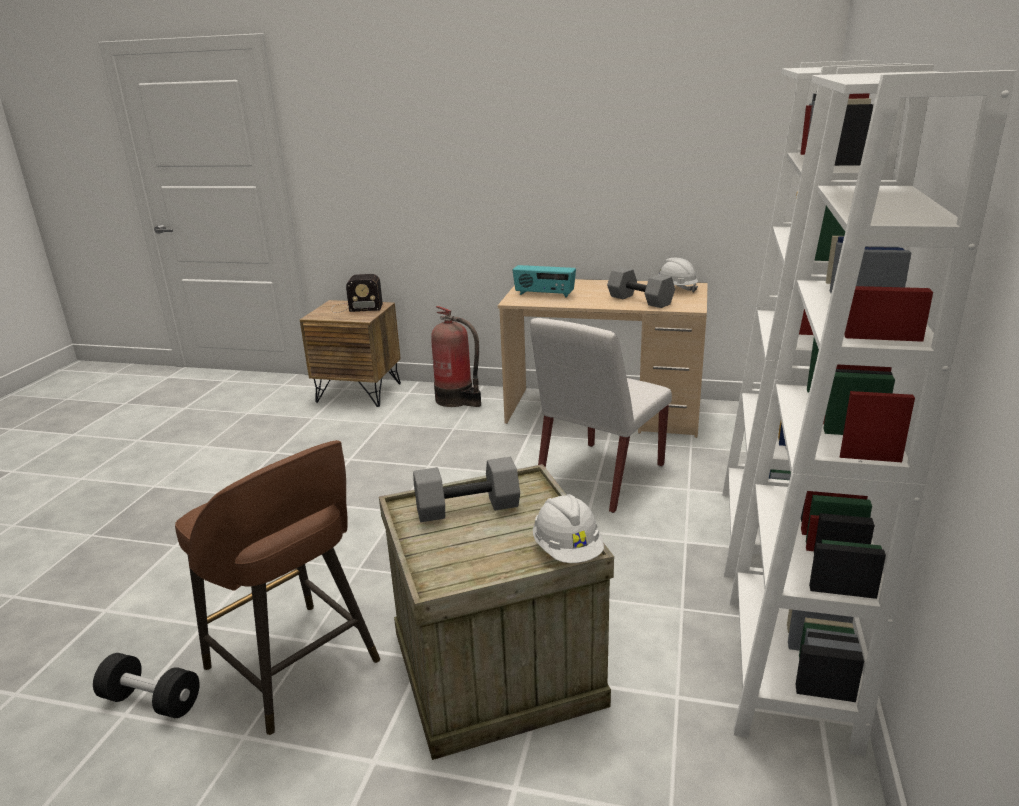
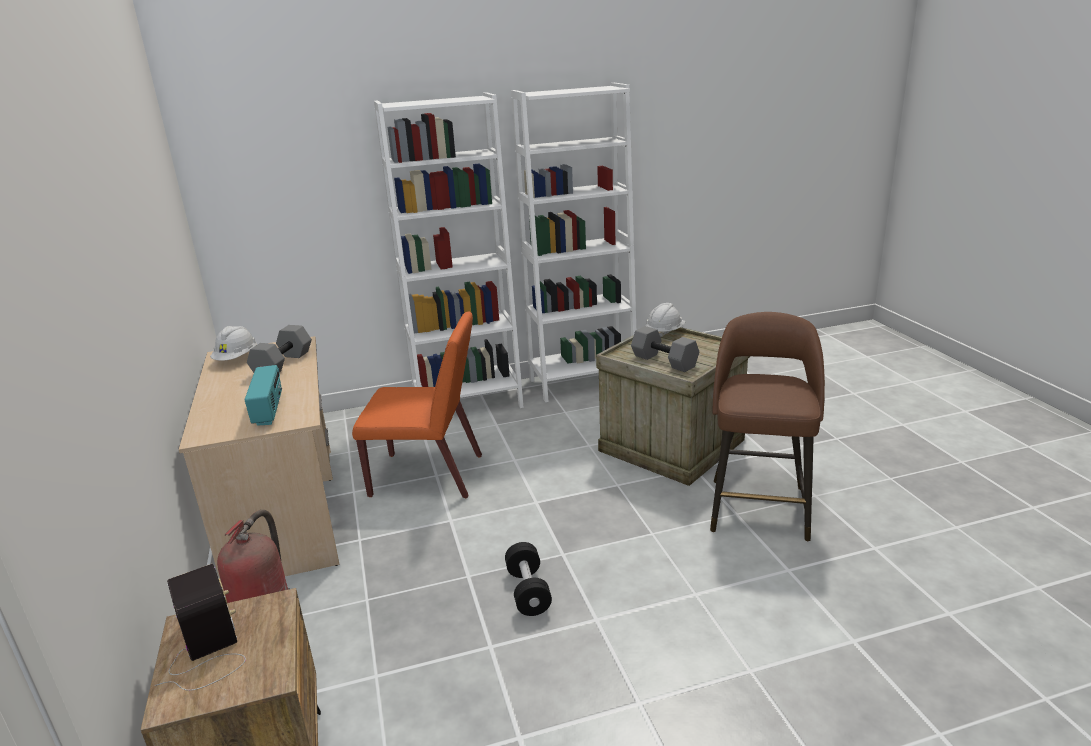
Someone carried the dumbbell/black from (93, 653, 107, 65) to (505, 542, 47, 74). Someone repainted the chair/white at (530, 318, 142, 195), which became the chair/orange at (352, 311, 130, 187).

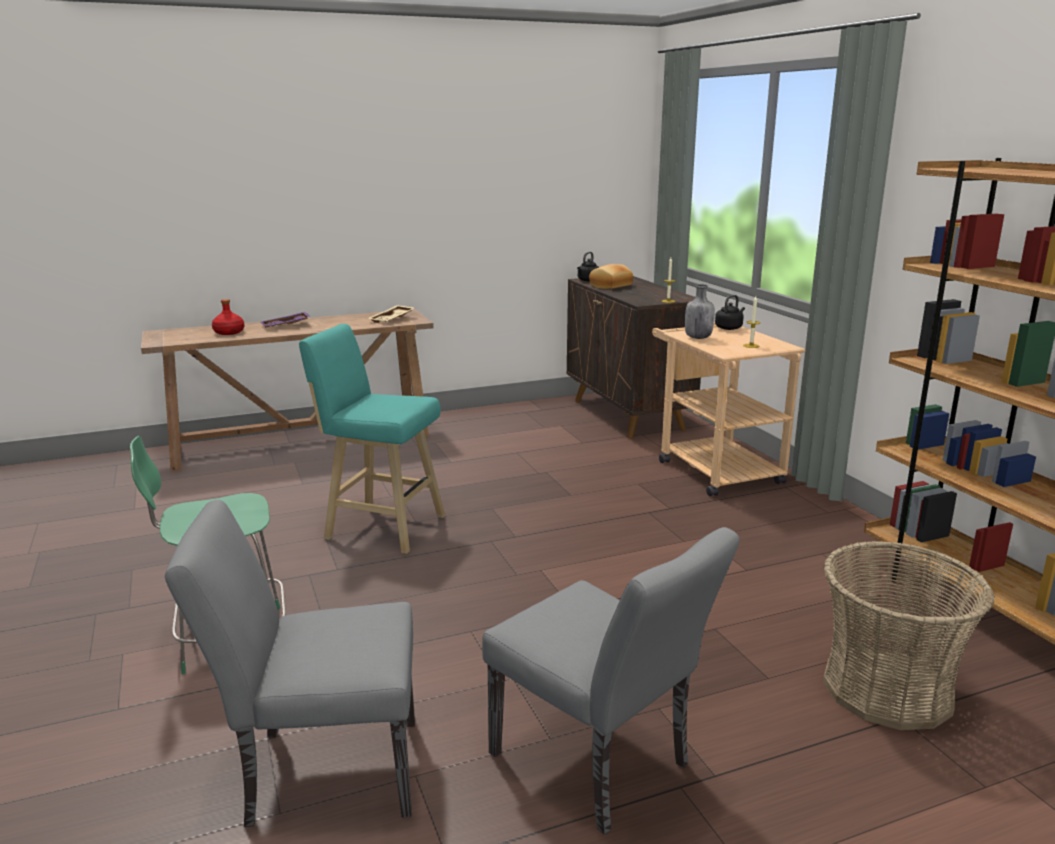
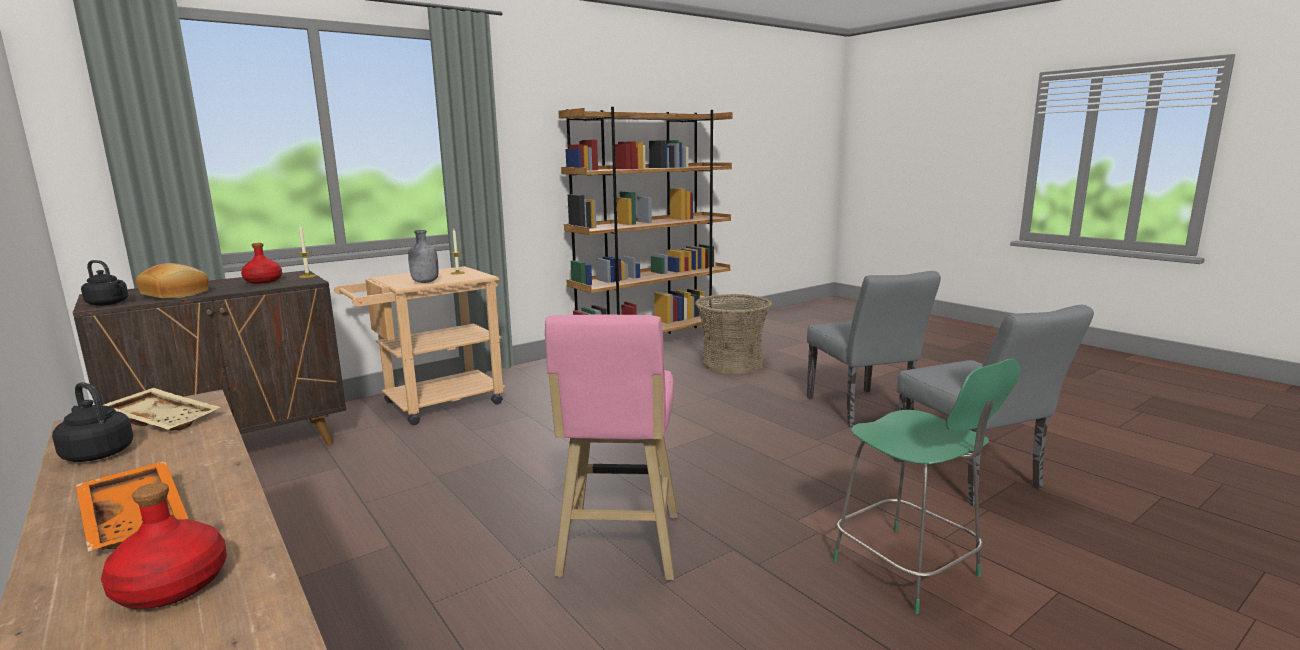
Someone put down the bottle/red at (241, 243, 41, 41). Someone carried the kettle/black from (715, 295, 30, 35) to (52, 382, 81, 80). Someone repainted the tray/purple at (261, 312, 49, 15), which became the tray/orange at (76, 461, 112, 91). Someone repainted the stool/turquoise at (299, 324, 146, 230), which became the stool/pink at (545, 314, 133, 266). Someone rotated the chair/grey at (482, 527, 257, 308) by 135 degrees clockwise.

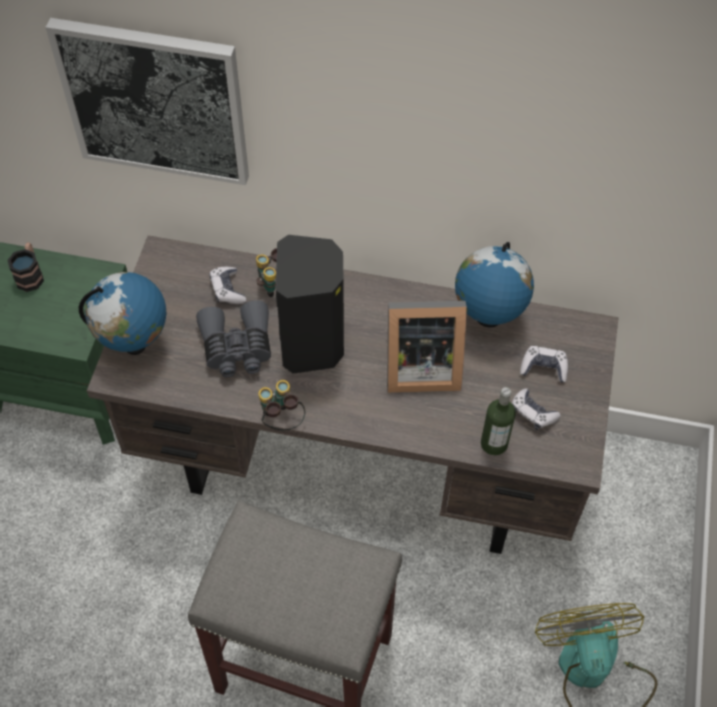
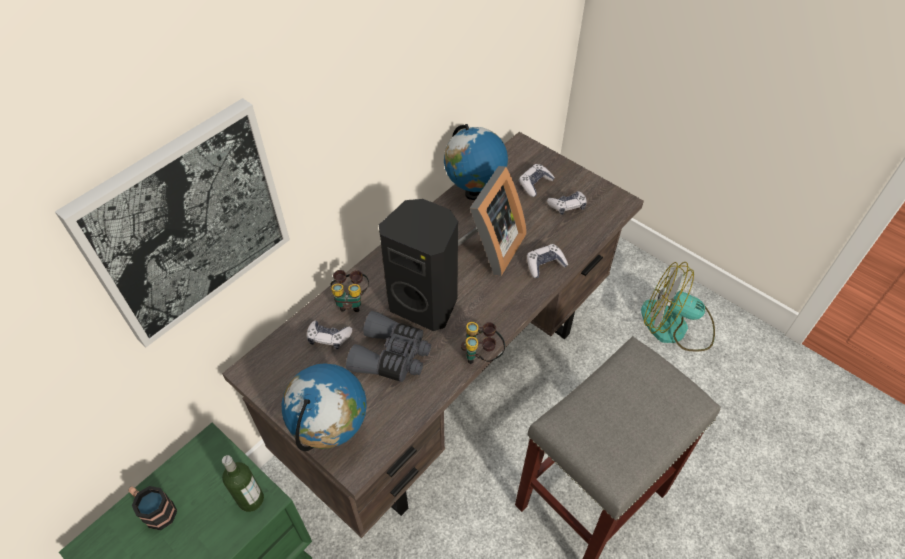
Someone put down the game controller at (527, 244, 41, 34). Someone carried the bottle from (481, 387, 35, 68) to (222, 455, 42, 57).

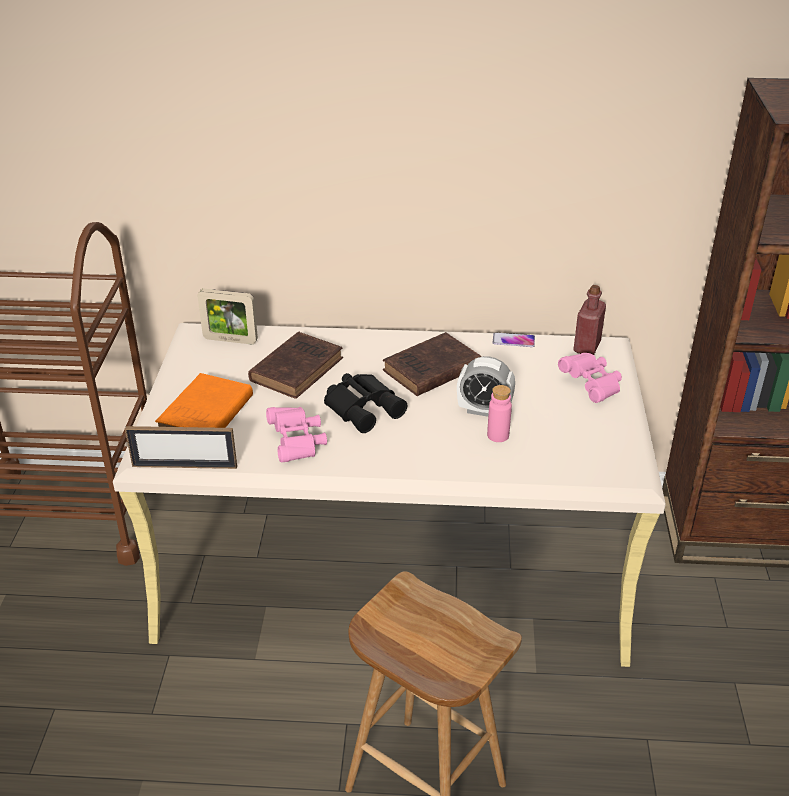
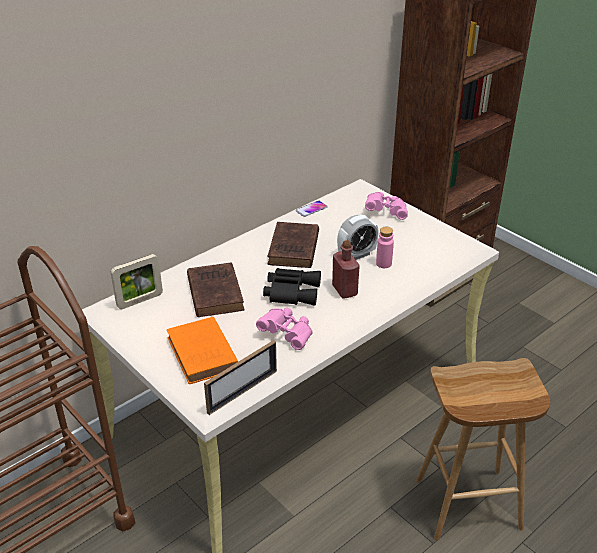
Someone carried the bottle/red from (573, 285, 33, 70) to (332, 240, 28, 59).

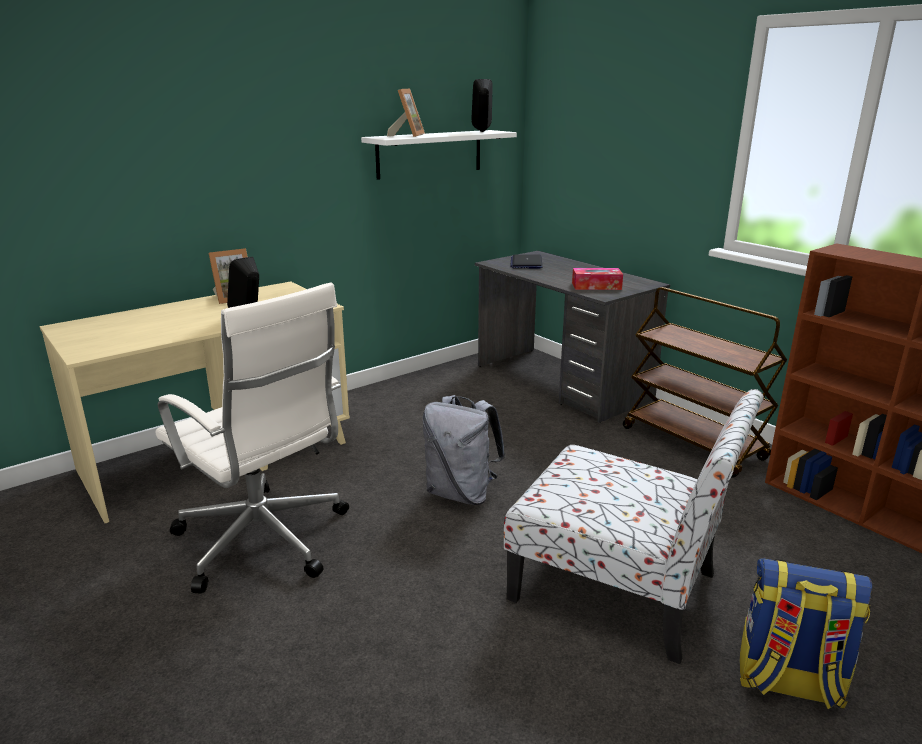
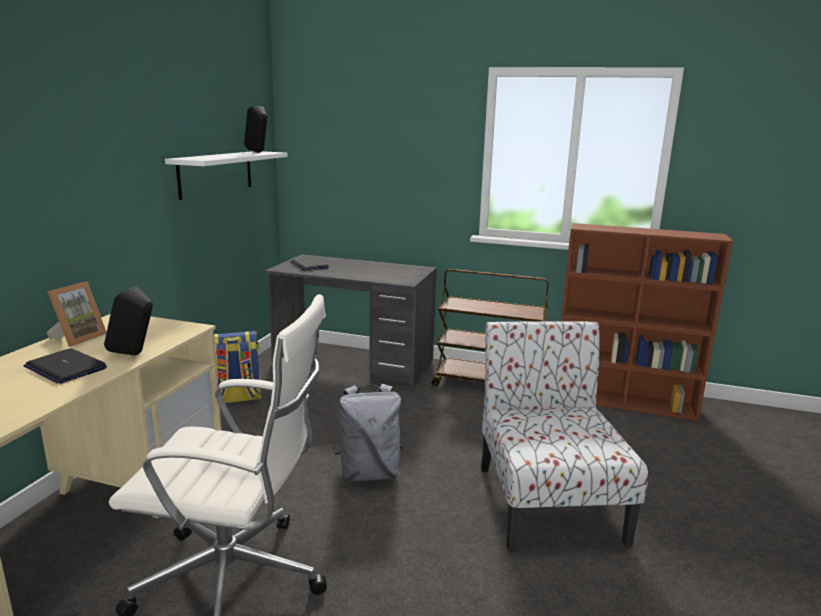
Someone took away the picture frame at (387, 89, 38, 48). Someone took away the tissue box at (572, 268, 51, 22). Someone put down the laptop at (23, 348, 84, 36). Someone carried the backpack from (740, 558, 132, 151) to (214, 331, 48, 72). Someone rotated the chair at (504, 389, 260, 275) by 90 degrees counterclockwise.

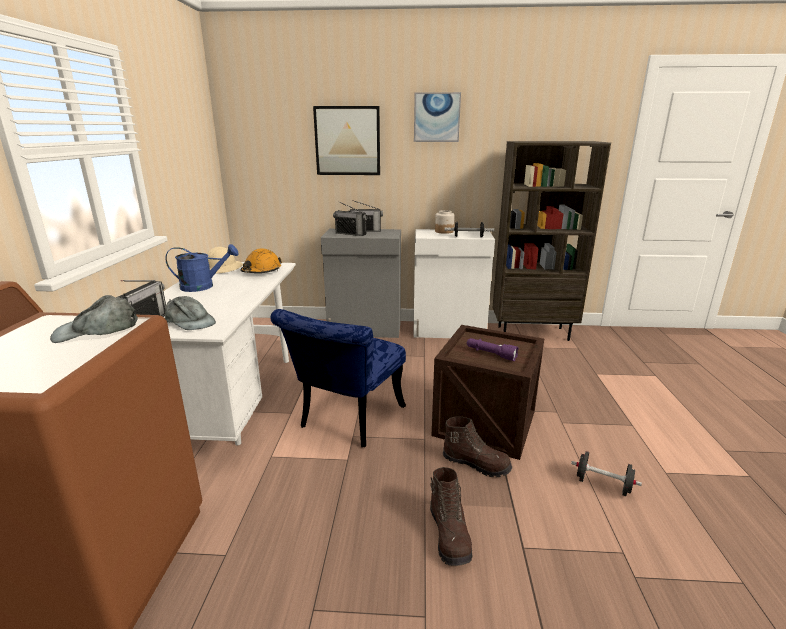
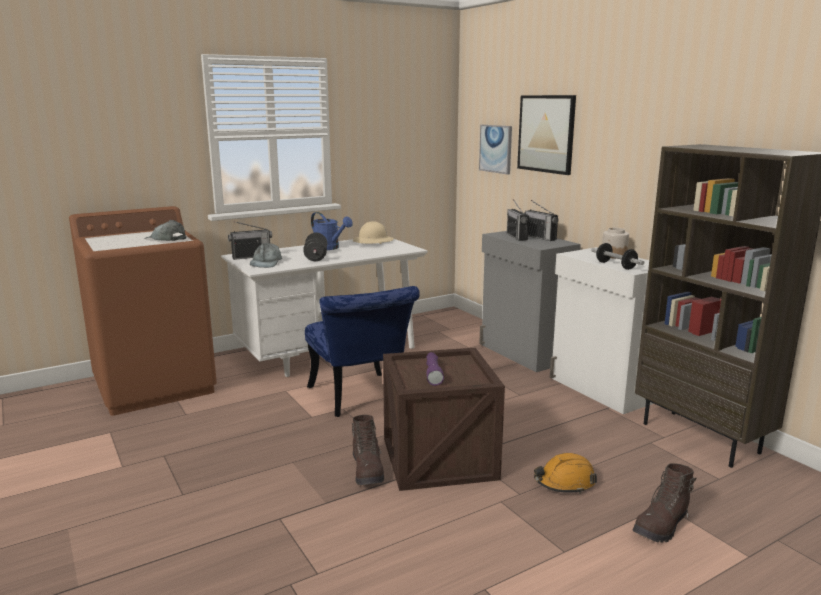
Someone carried the hard hat/orange from (240, 248, 42, 25) to (534, 453, 63, 41). Someone carried the picture from (414, 92, 47, 50) to (479, 125, 33, 50). Someone carried the boot/brown from (430, 467, 42, 99) to (633, 463, 63, 80). Someone carried the dumbbell/black from (571, 451, 71, 45) to (303, 233, 24, 28). Someone rotated the chair/blue at (270, 309, 136, 138) by 105 degrees counterclockwise.

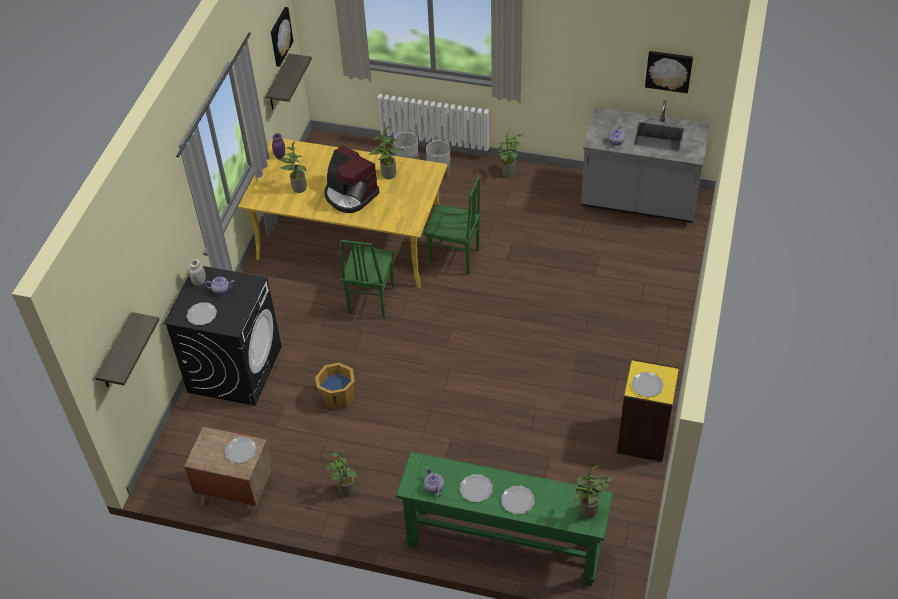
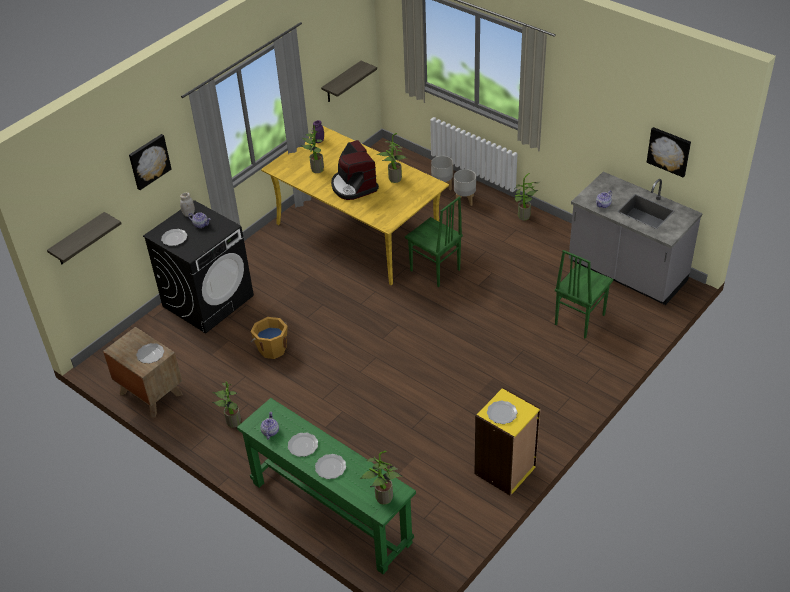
Someone carried the picture from (271, 7, 23, 60) to (129, 134, 43, 56). Someone carried the chair/green from (341, 240, 54, 79) to (555, 250, 58, 89).

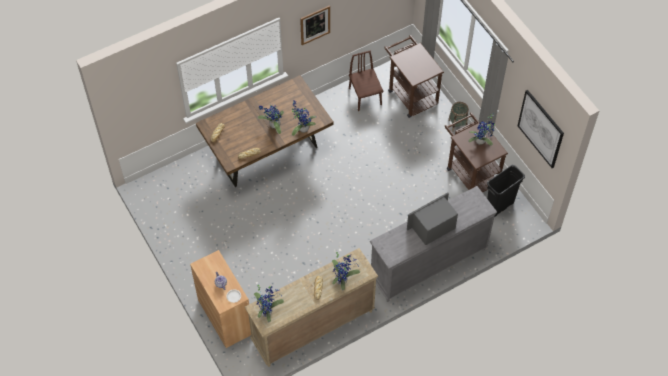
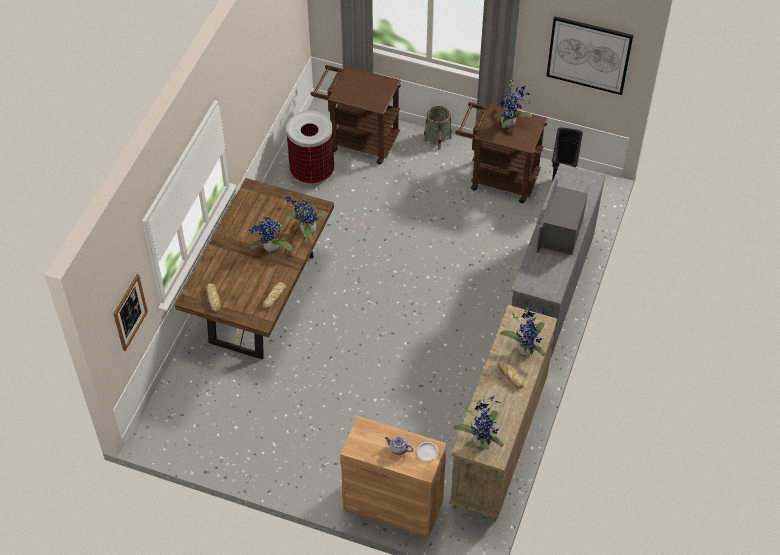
Someone carried the picture from (300, 5, 30, 40) to (113, 274, 35, 77). Someone swapped the chair/brown at (349, 51, 34, 60) for the trash can at (286, 110, 48, 76).

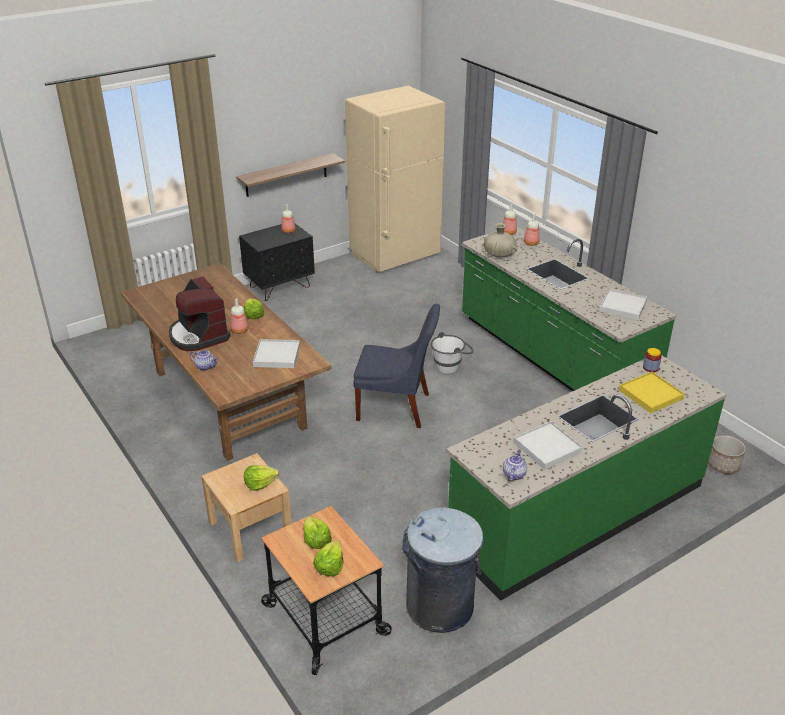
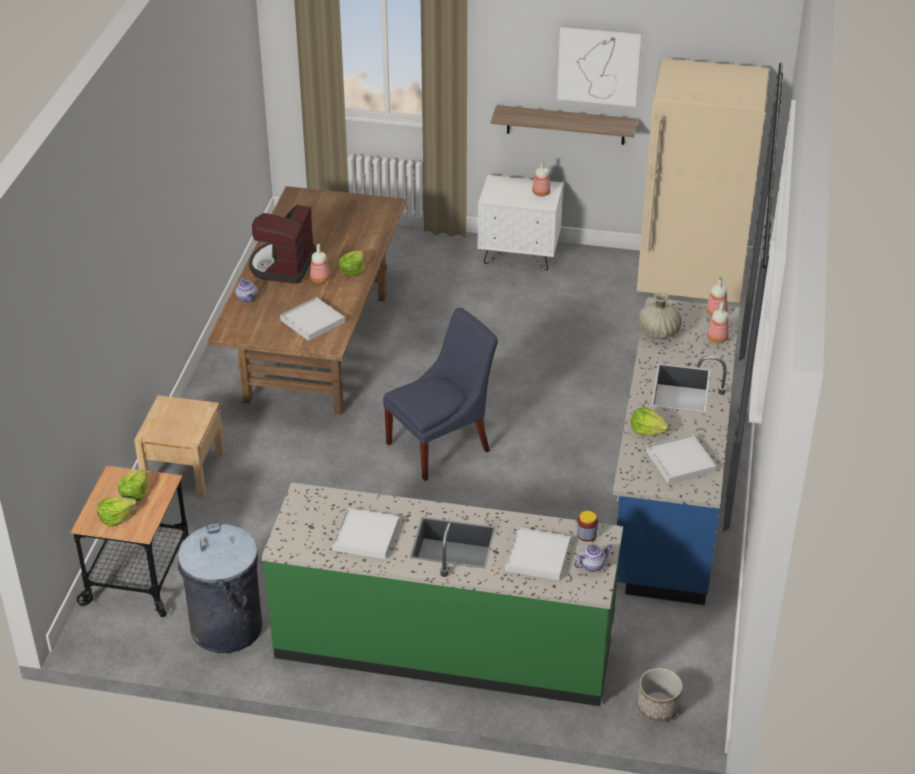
Someone took away the bucket/white at (431, 332, 43, 42). Someone put up the picture at (557, 25, 85, 82). Someone carried the lettuce from (244, 465, 35, 26) to (631, 407, 38, 28). Someone carried the teapot from (503, 449, 24, 32) to (573, 544, 39, 28). Someone repainted the nightstand/black at (239, 224, 76, 77), which became the nightstand/white at (478, 175, 85, 96). Someone repainted the counter/green at (462, 227, 214, 164), which became the counter/blue at (613, 297, 127, 308). Someone repainted the tray/yellow at (619, 372, 66, 41), which became the tray/white at (505, 527, 66, 54). Someone rotated the chair/blue at (353, 304, 87, 124) by 90 degrees counterclockwise.

